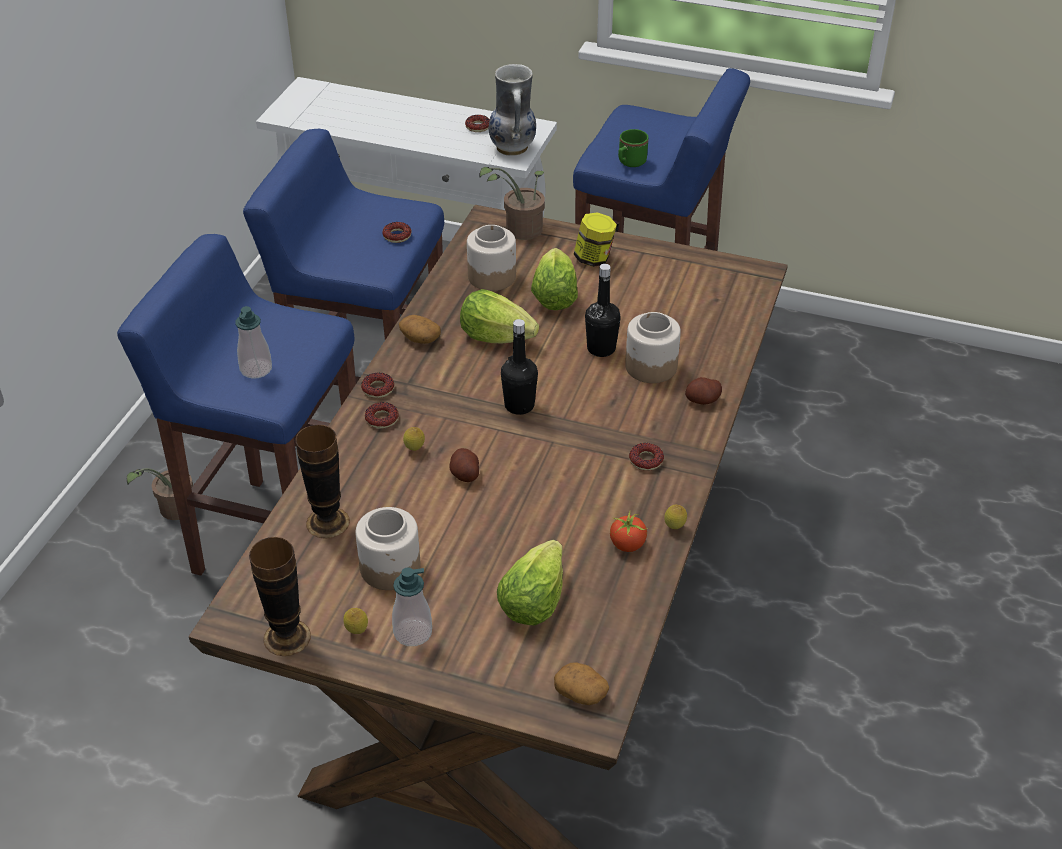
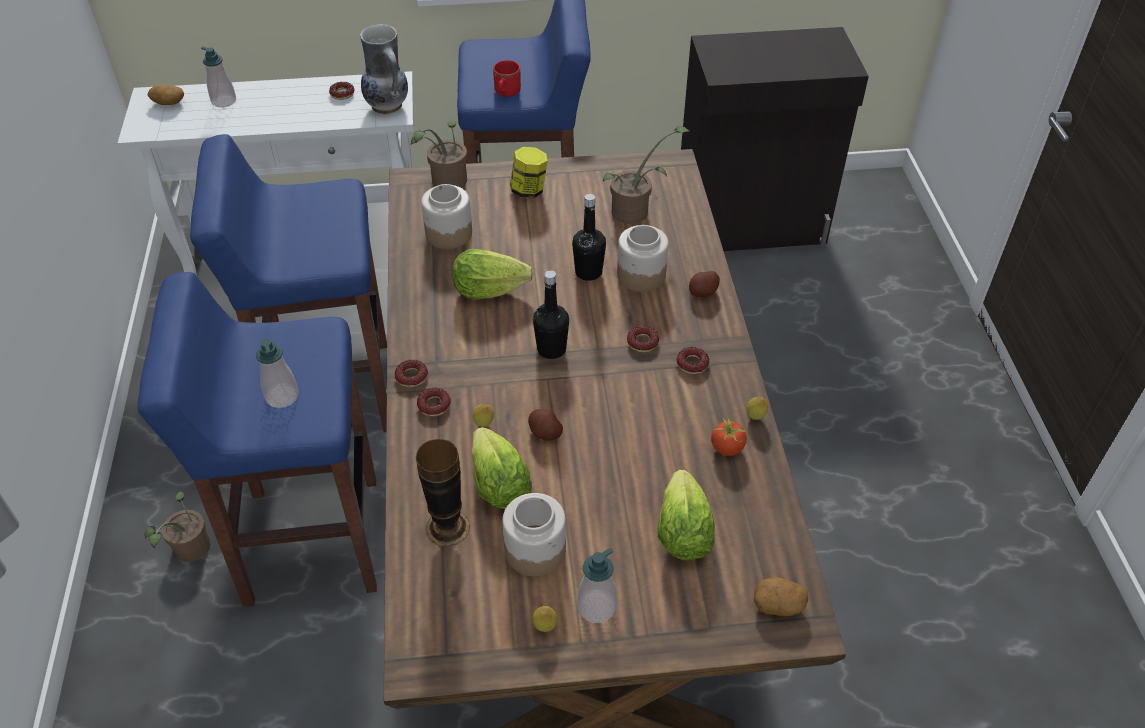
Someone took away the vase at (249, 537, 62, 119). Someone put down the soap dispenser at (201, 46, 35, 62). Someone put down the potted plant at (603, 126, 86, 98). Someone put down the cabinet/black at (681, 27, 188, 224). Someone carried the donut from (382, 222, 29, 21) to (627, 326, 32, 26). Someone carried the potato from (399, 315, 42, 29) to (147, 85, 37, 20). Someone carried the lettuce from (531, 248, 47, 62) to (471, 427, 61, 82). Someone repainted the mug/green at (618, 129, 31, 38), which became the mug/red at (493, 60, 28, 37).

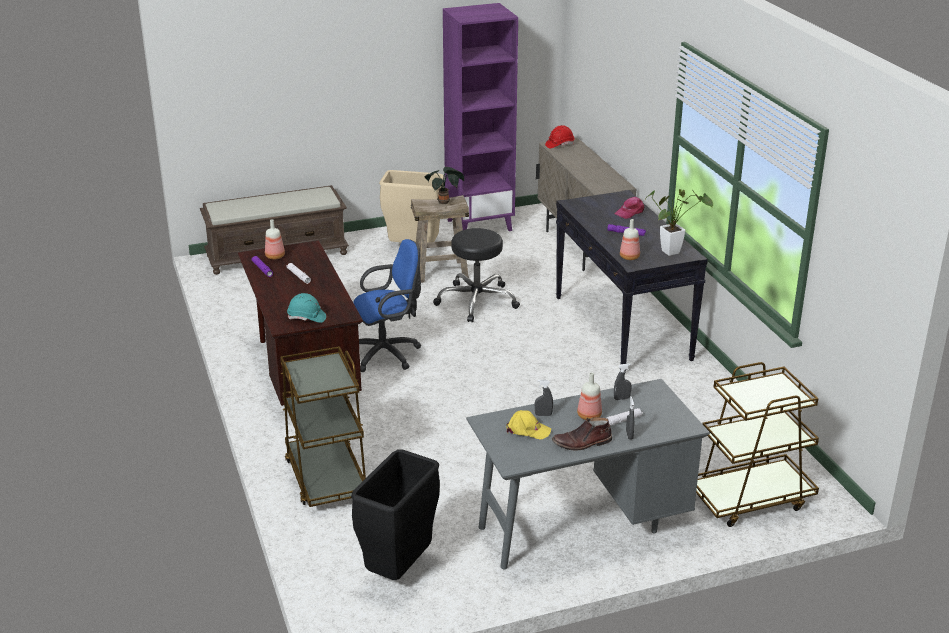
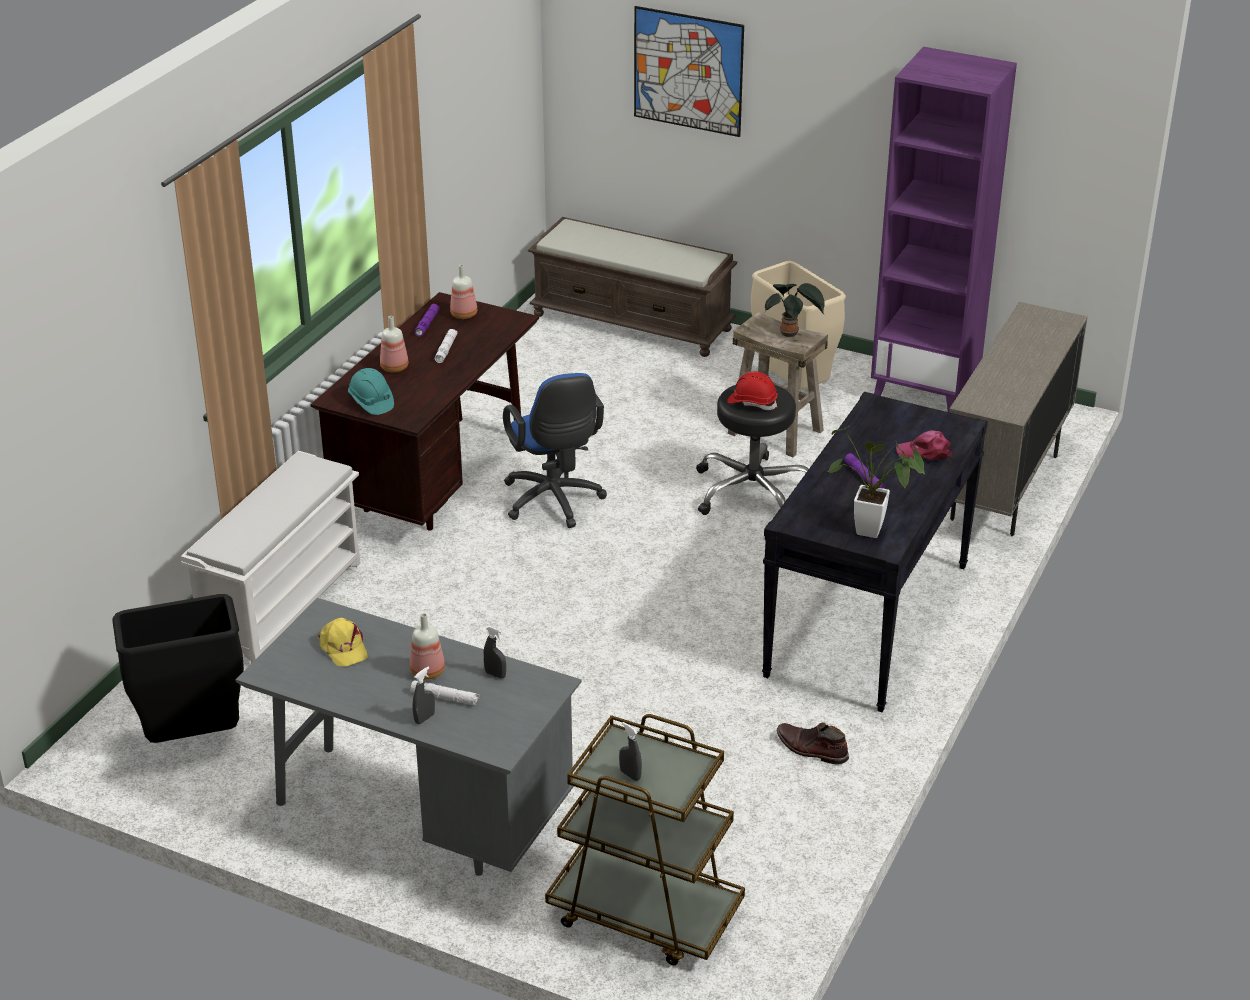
Someone put up the picture at (634, 6, 110, 131). Someone carried the spray bottle/grey from (535, 380, 18, 36) to (619, 722, 23, 59). Someone carried the hard hat/red from (545, 125, 30, 23) to (727, 372, 51, 38). Someone carried the boot/brown from (552, 417, 60, 34) to (777, 722, 72, 43). Someone carried the bottle from (620, 219, 20, 41) to (380, 316, 28, 57). Someone swapped the cart/brown at (280, 346, 86, 161) for the shoe rack/white at (181, 451, 179, 212). Someone rotated the office chair/blue at (353, 239, 68, 133) by 45 degrees clockwise.

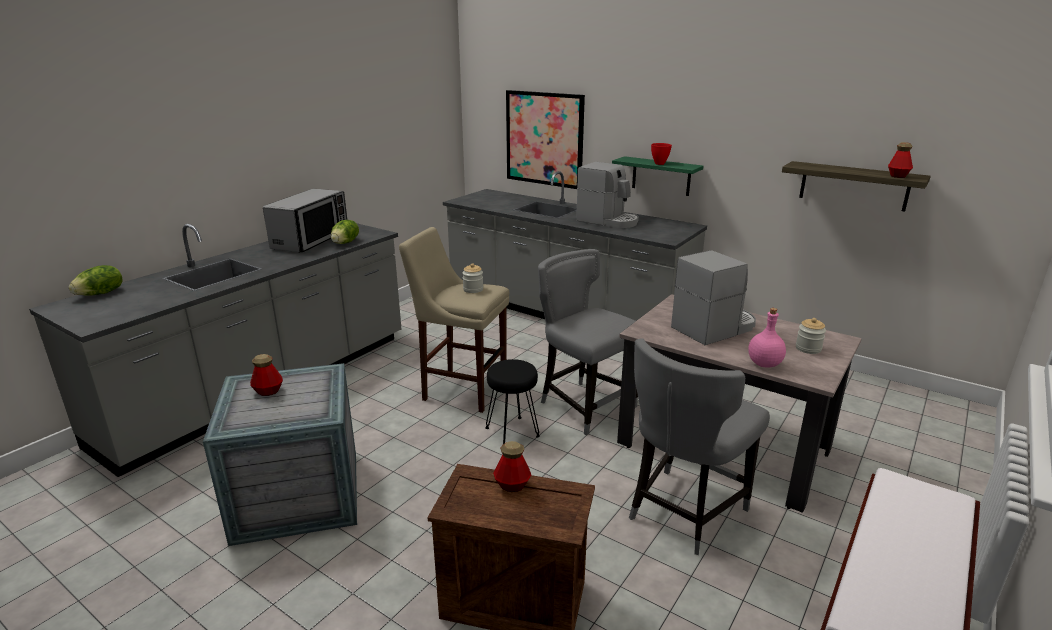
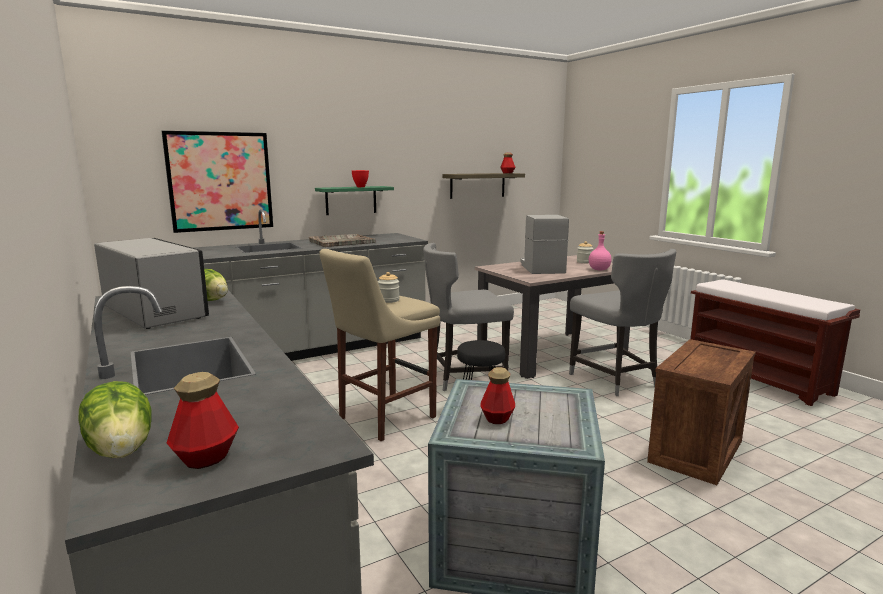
Someone carried the bottle from (493, 441, 38, 51) to (167, 372, 72, 97). Someone swapped the coffee machine at (576, 162, 63, 66) for the tray/grey at (309, 234, 66, 13).

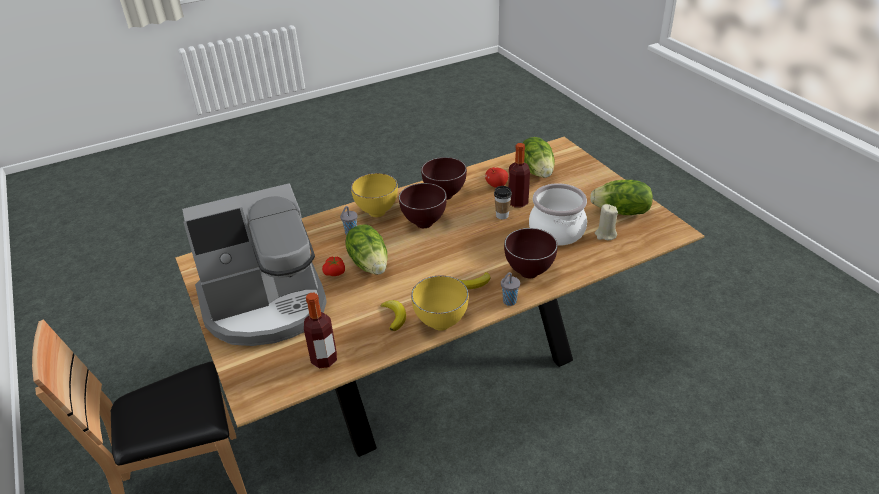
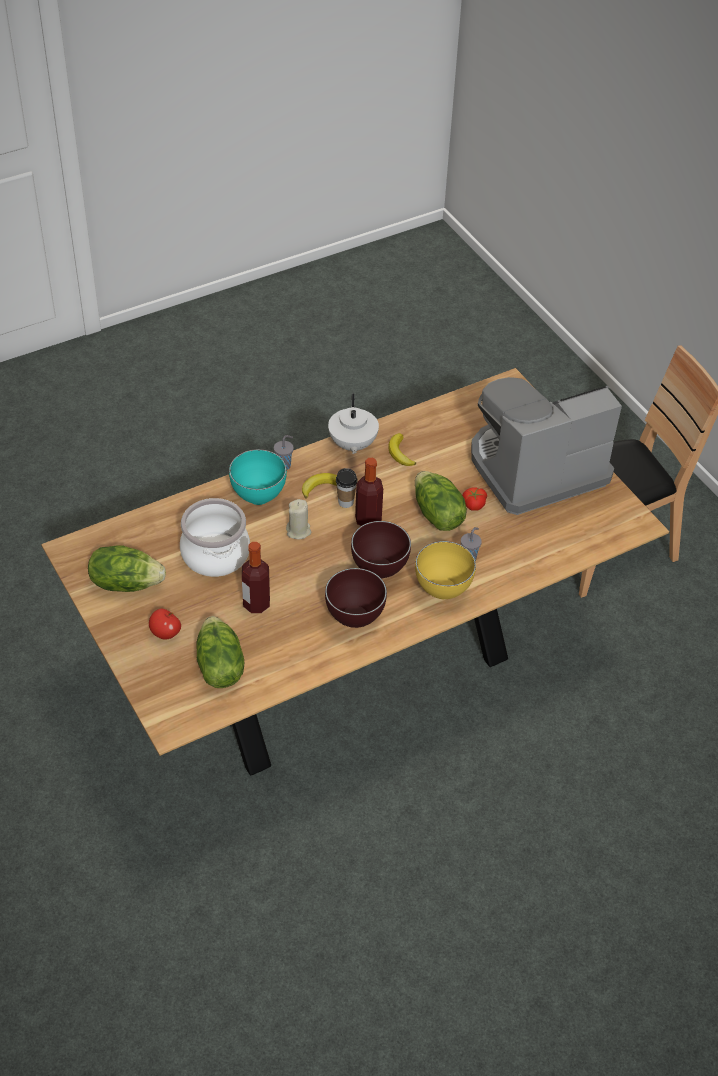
Someone carried the bottle from (304, 293, 33, 75) to (355, 458, 28, 68). Someone carried the apple from (485, 167, 23, 21) to (149, 609, 32, 31). Someone carried the cup from (494, 186, 18, 33) to (336, 468, 22, 40). Someone carried the candle/beige from (595, 204, 23, 36) to (286, 499, 25, 41). Someone swapped the bowl/yellow at (411, 276, 58, 55) for the teapot/white at (328, 393, 51, 61). Someone repainted the bowl/brown at (504, 228, 54, 50), which became the bowl/turquoise at (229, 449, 58, 56).

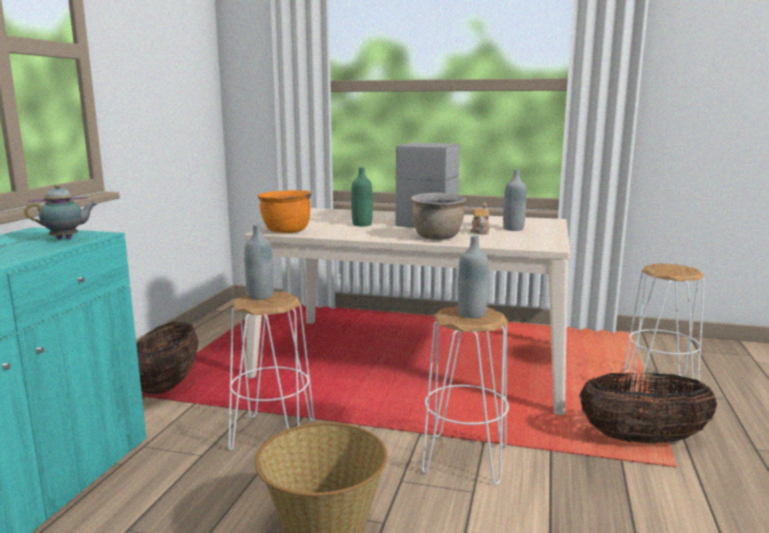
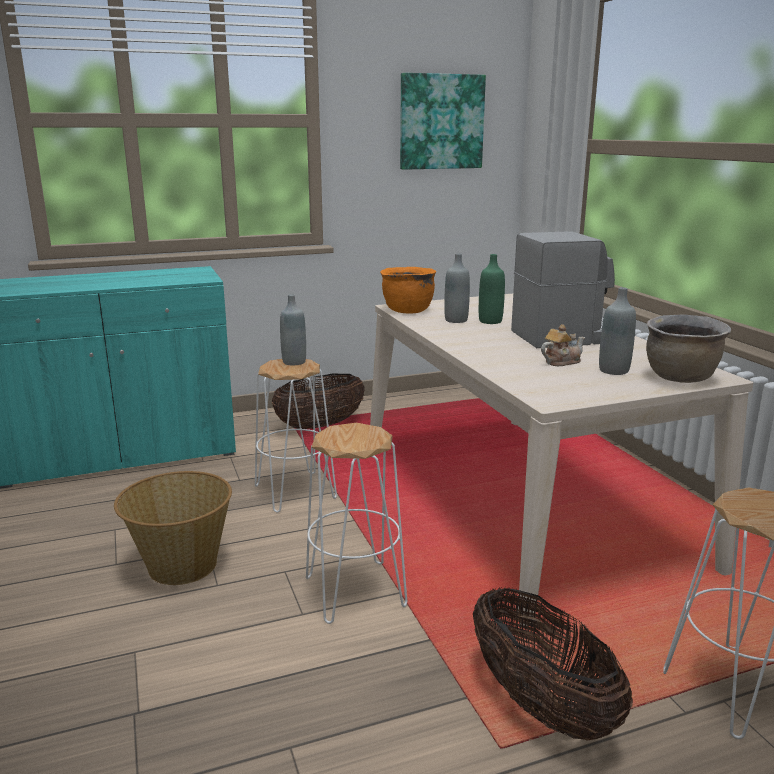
Someone took away the teapot at (25, 184, 72, 56). Someone put up the picture at (400, 73, 86, 97). Someone carried the cooking pot/brown from (411, 192, 56, 48) to (646, 314, 85, 69). Someone carried the bottle/grey from (458, 236, 31, 82) to (444, 253, 26, 70).

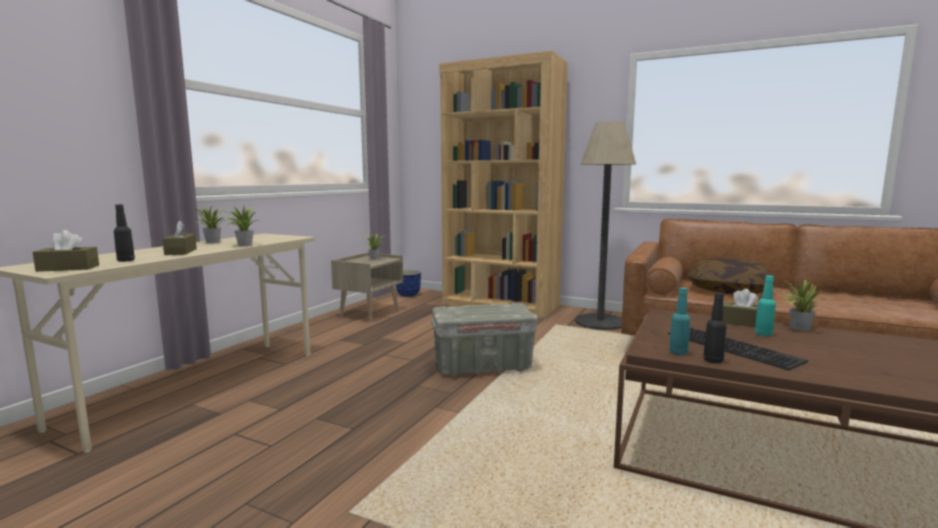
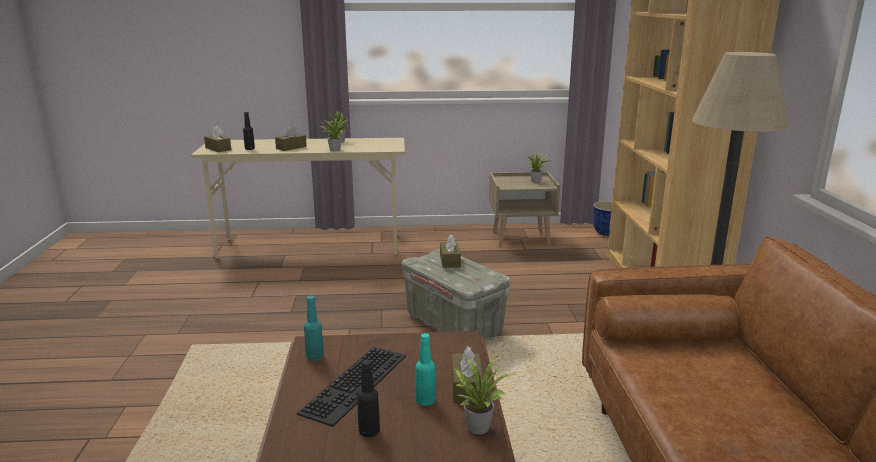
Someone took away the pillow at (688, 258, 86, 36). Someone put down the tissue box/brown at (440, 235, 21, 33). Someone carried the bottle/black from (703, 293, 24, 70) to (357, 360, 23, 77).

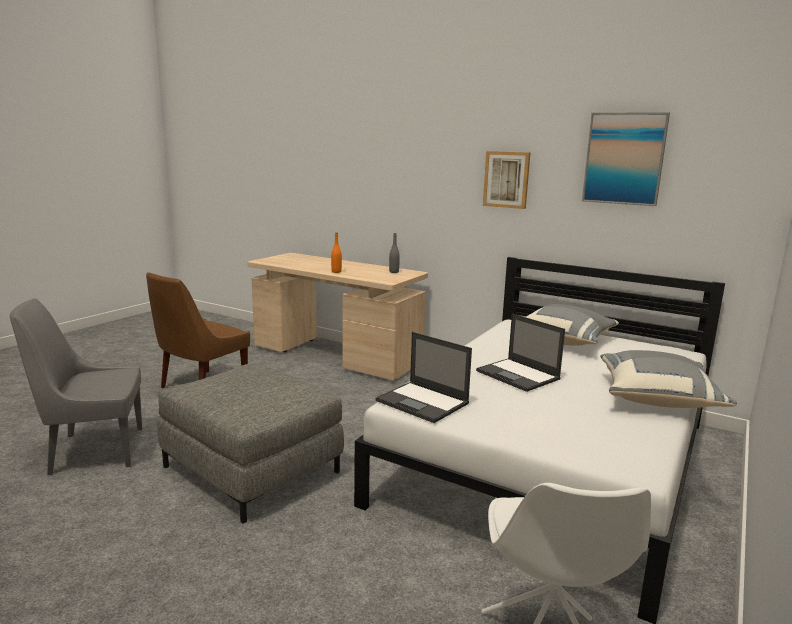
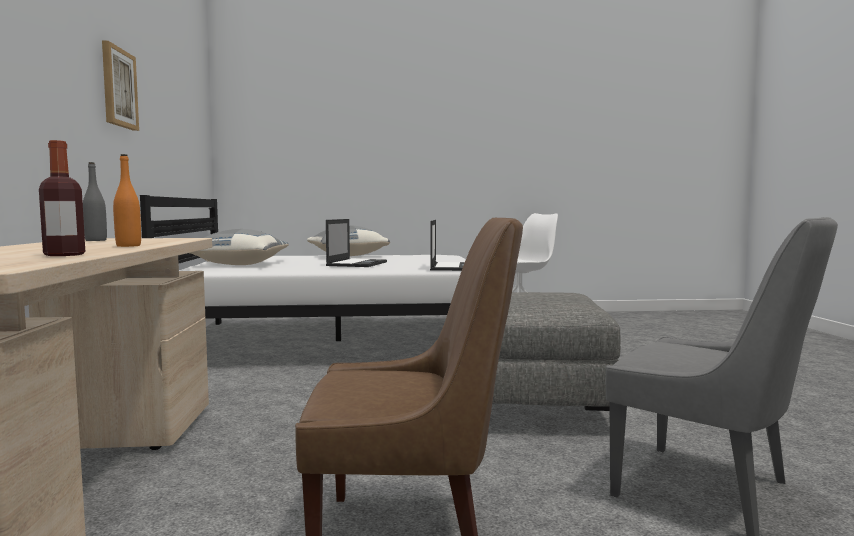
Someone took away the picture at (582, 112, 88, 94). Someone put down the bottle at (39, 140, 46, 116).

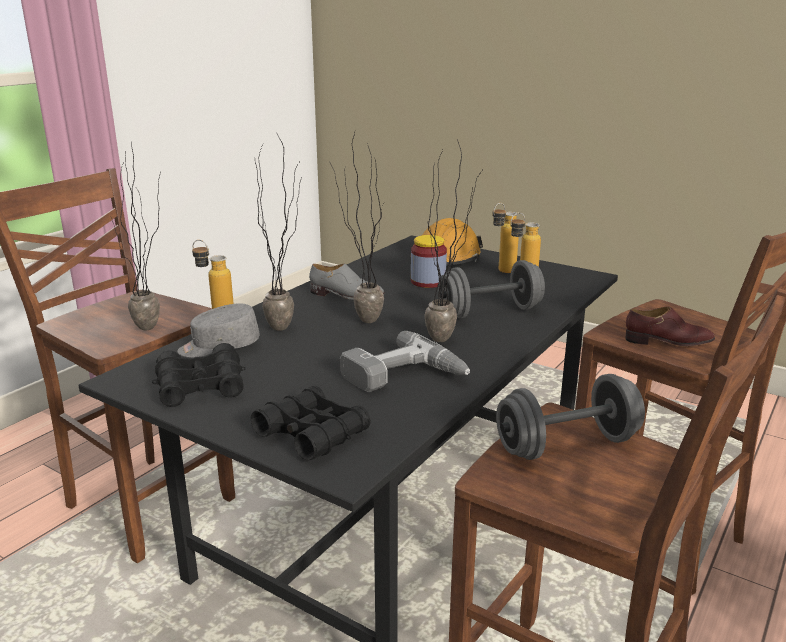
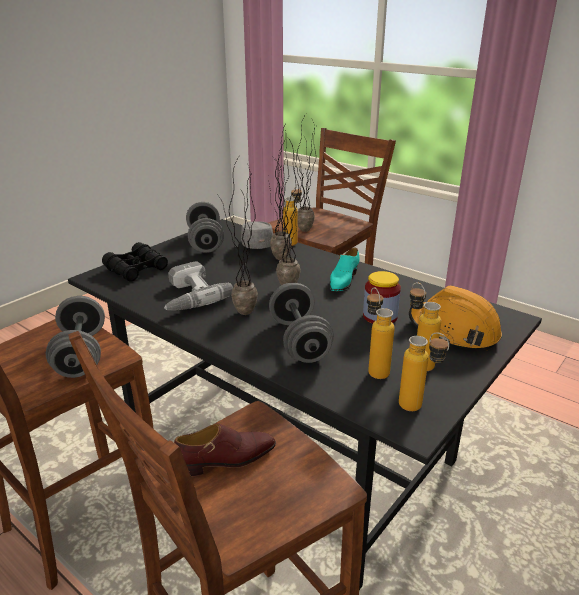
Someone put down the bottle at (399, 332, 50, 79). Someone swapped the binoculars/black at (152, 343, 94, 64) for the dumbbell/grey at (186, 202, 38, 51). Someone repainted the shoe/grey at (309, 263, 75, 37), which became the shoe/turquoise at (330, 248, 30, 43). Someone rotated the shoe/brown at (626, 306, 89, 40) by 120 degrees counterclockwise.

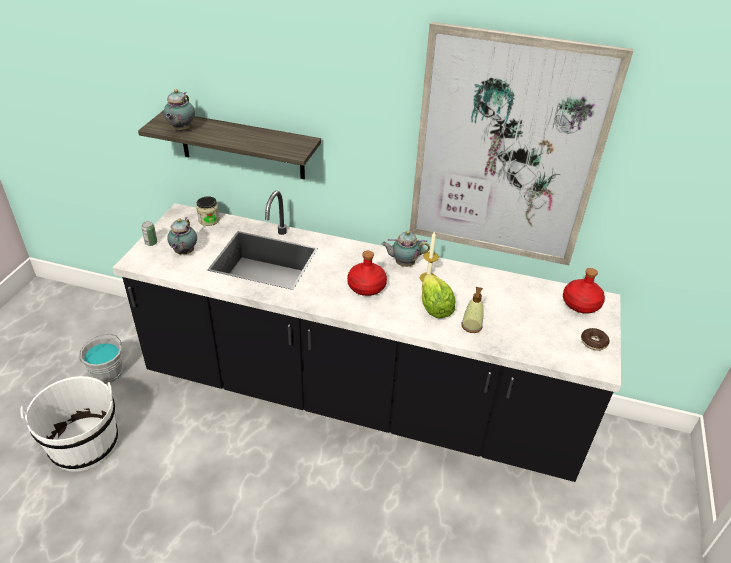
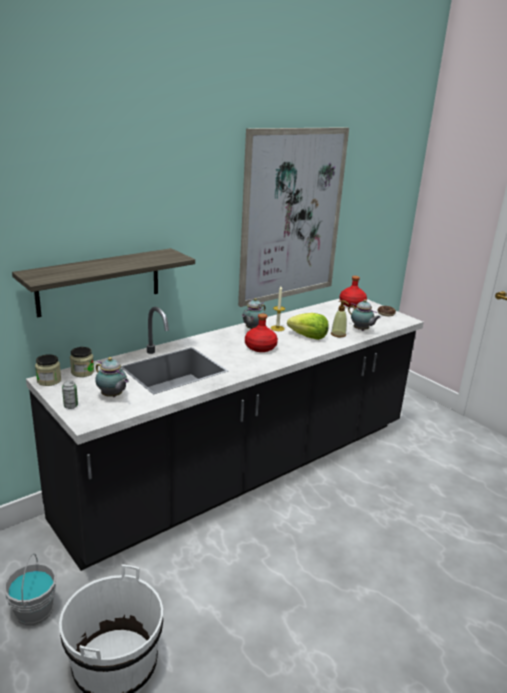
Someone put down the jar at (35, 354, 26, 32). Someone carried the teapot from (164, 89, 31, 42) to (348, 300, 33, 31).

